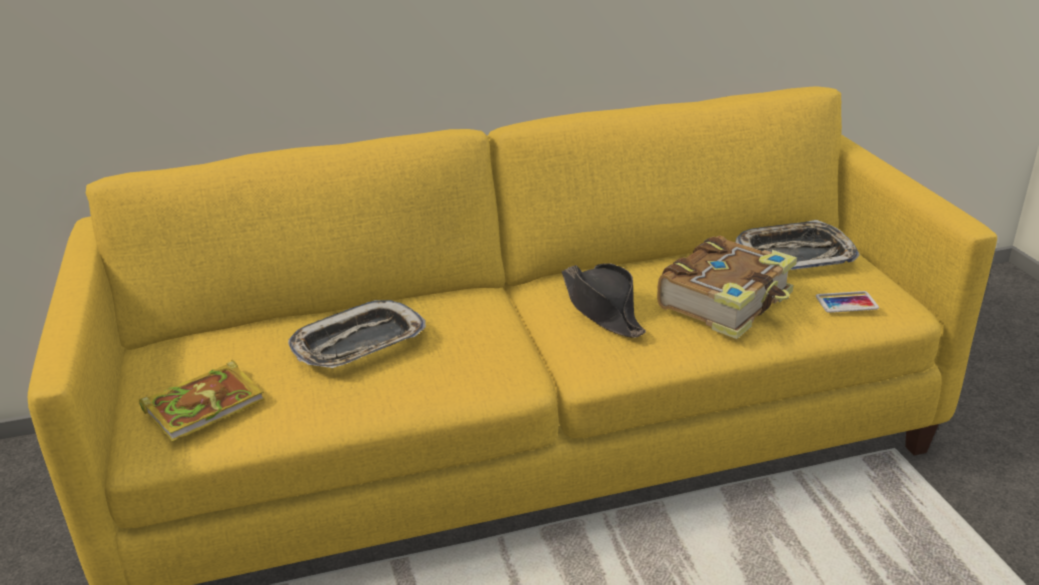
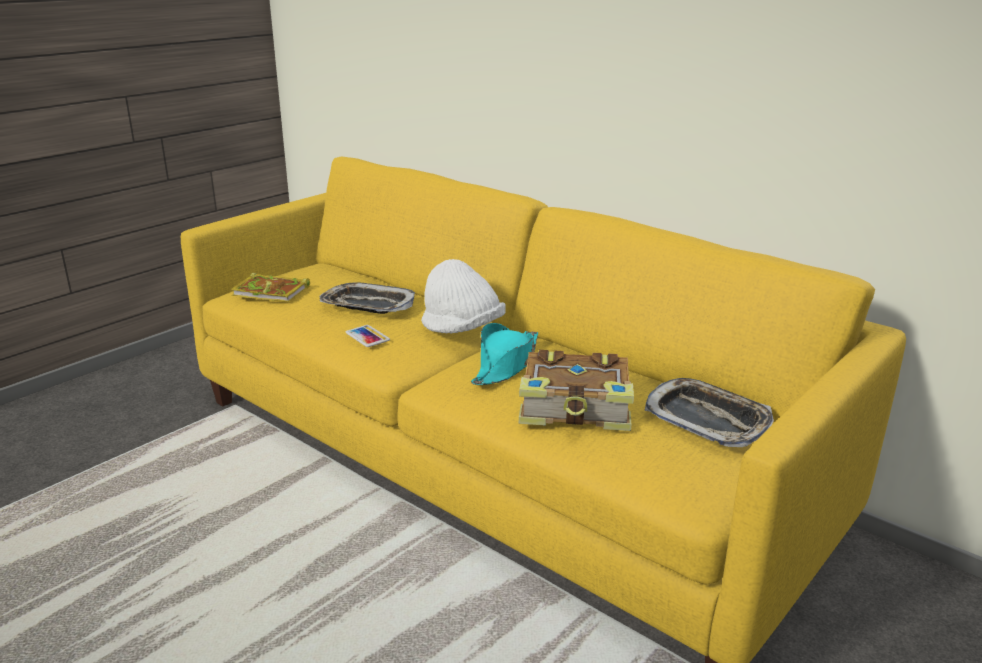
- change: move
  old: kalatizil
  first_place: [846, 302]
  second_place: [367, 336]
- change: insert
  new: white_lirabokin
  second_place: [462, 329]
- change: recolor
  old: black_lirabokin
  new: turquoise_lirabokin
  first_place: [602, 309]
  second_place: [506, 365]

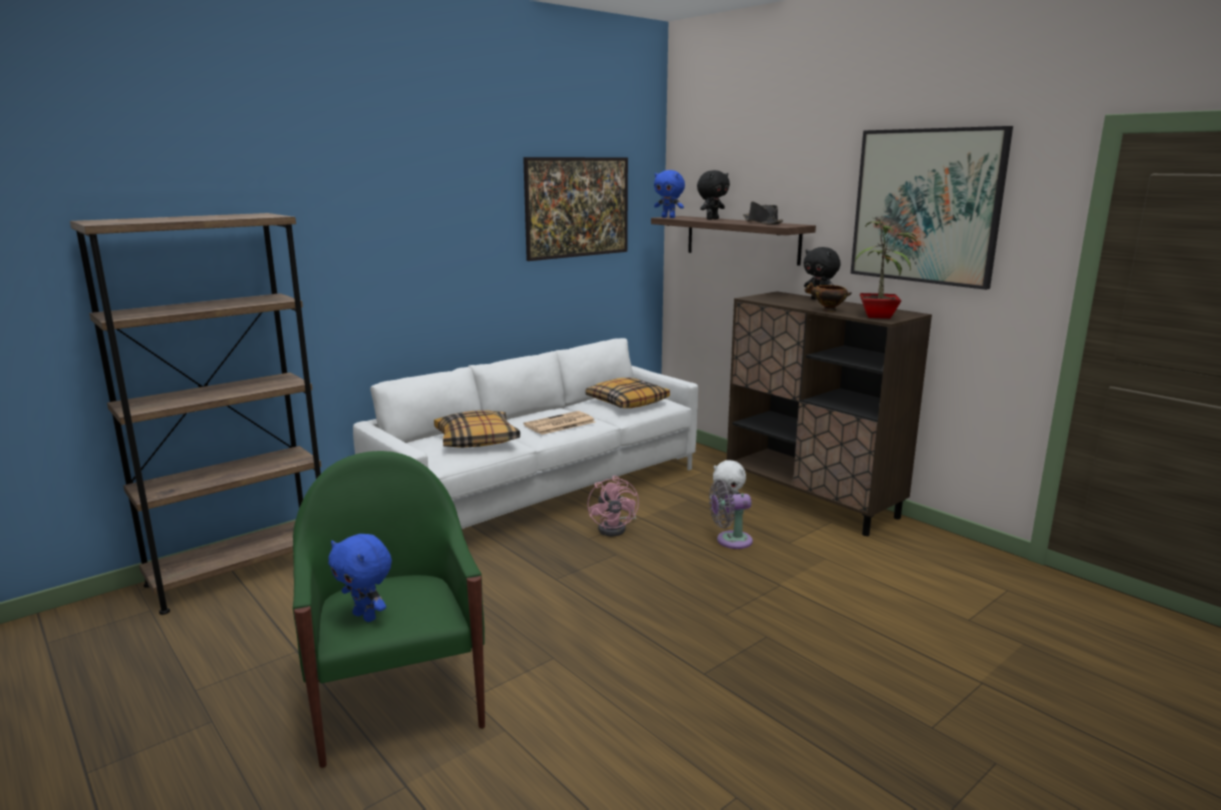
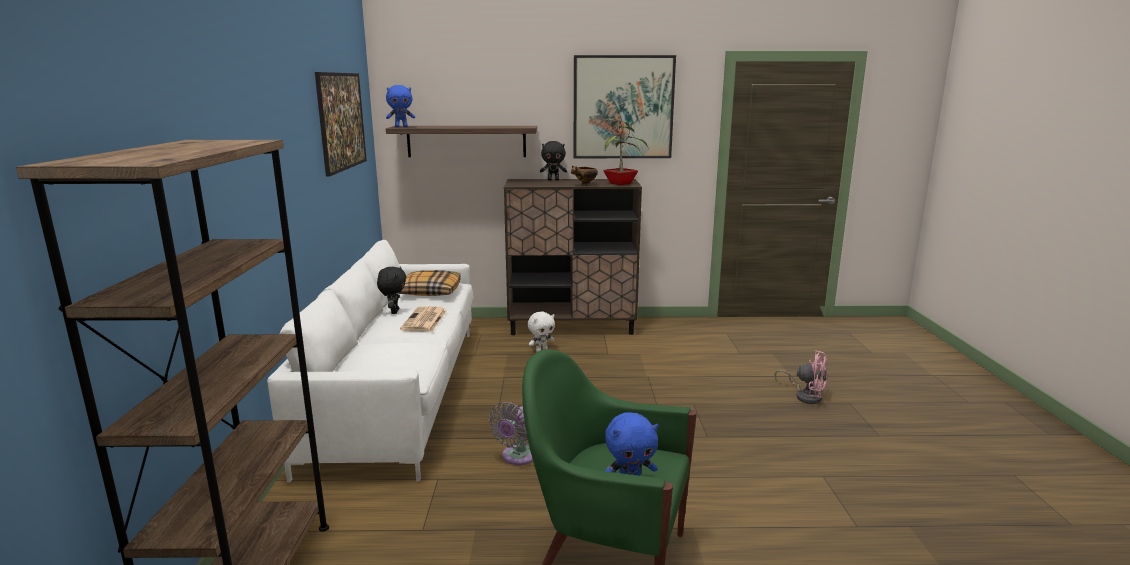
- change: move
  old: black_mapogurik
  first_place: [712, 219]
  second_place: [394, 312]
- change: move
  old: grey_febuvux
  first_place: [730, 541]
  second_place: [517, 457]
- change: move
  old: pink_febuvux
  first_place: [616, 528]
  second_place: [805, 396]
- change: delete
  old: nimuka
  first_place: [476, 440]
- change: delete
  old: black_lirabokin
  first_place: [762, 223]

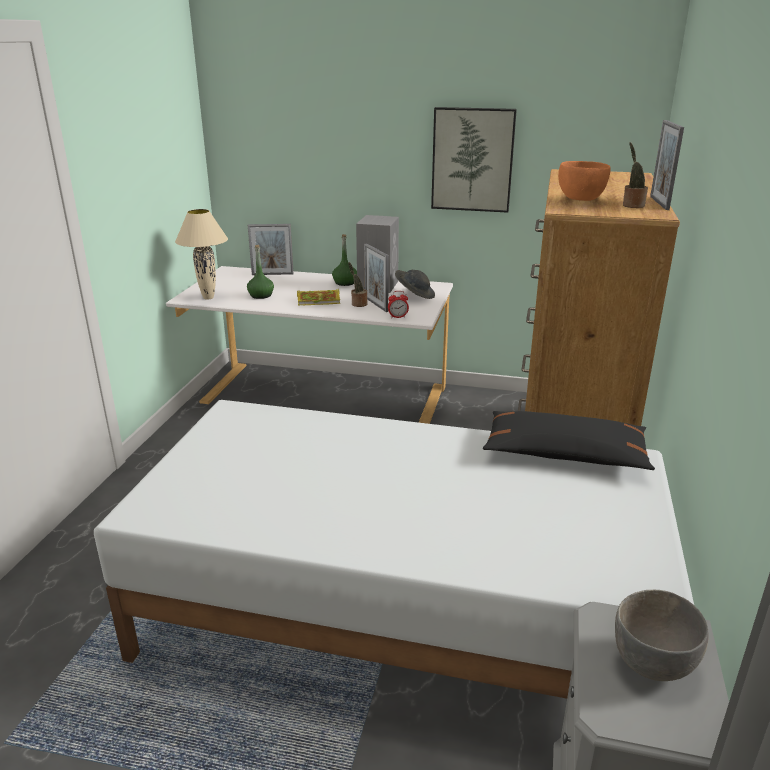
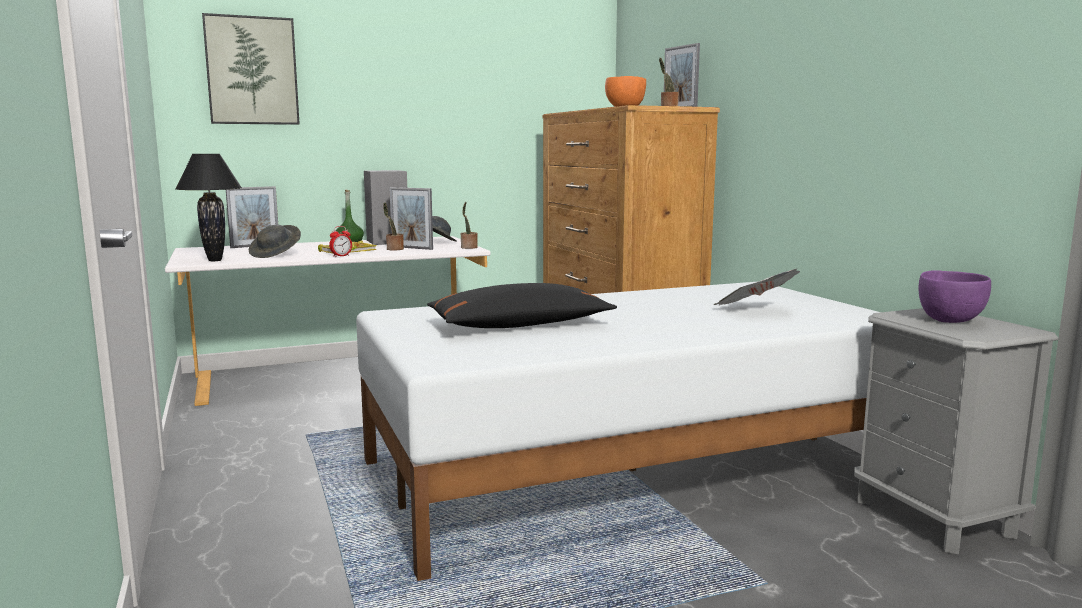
- change: recolor
  old: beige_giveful
  new: black_giveful
  first_place: [209, 298]
  second_place: [215, 260]
- change: move
  old: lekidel
  first_place: [472, 160]
  second_place: [252, 71]
- change: replace
  old: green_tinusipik
  new: grey_lirabokin
  first_place: [261, 295]
  second_place: [276, 254]
- change: move
  old: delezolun
  first_place: [398, 317]
  second_place: [341, 256]
- change: move
  old: black_nimuka
  first_place: [564, 454]
  second_place: [519, 325]
- change: insert
  new: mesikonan
  second_place: [468, 247]
- change: insert
  new: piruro
  second_place: [754, 310]
- change: recolor
  old: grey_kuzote
  new: purple_kuzote
  first_place: [653, 663]
  second_place: [950, 320]

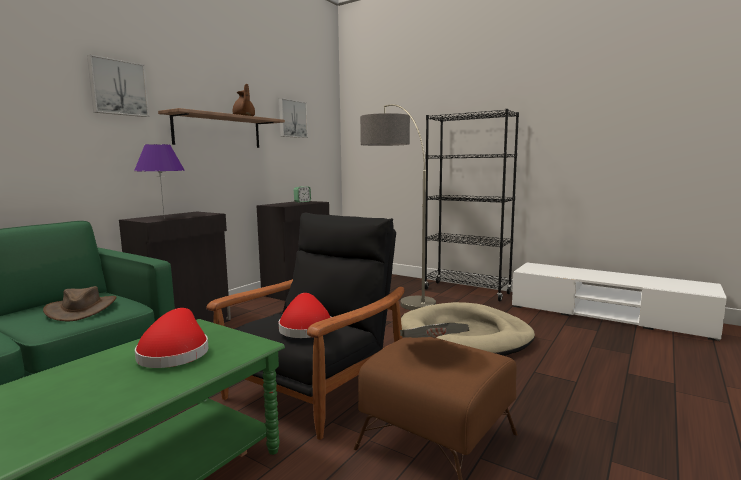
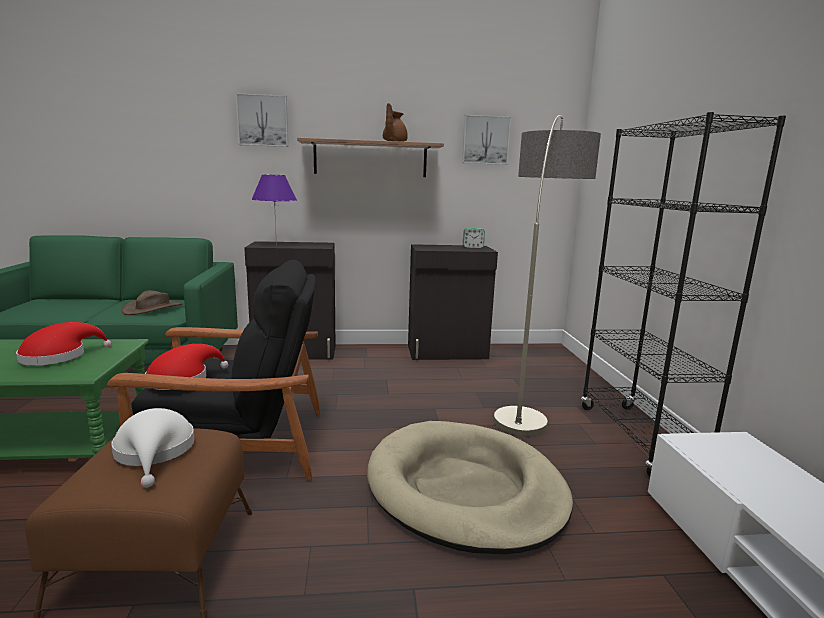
- change: replace
  old: piruro
  new: white_lirabokin
  first_place: [433, 350]
  second_place: [155, 452]

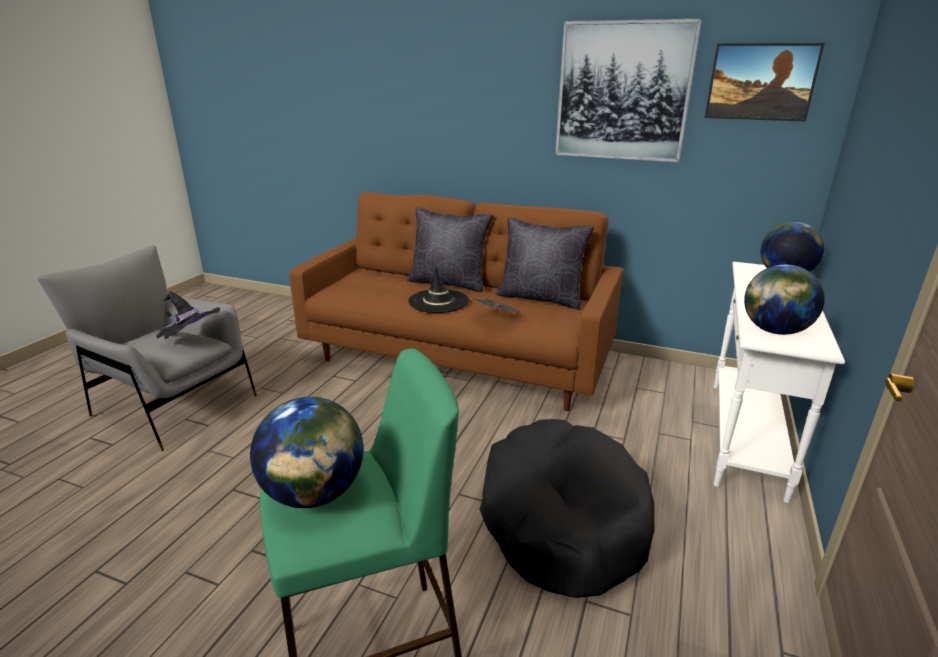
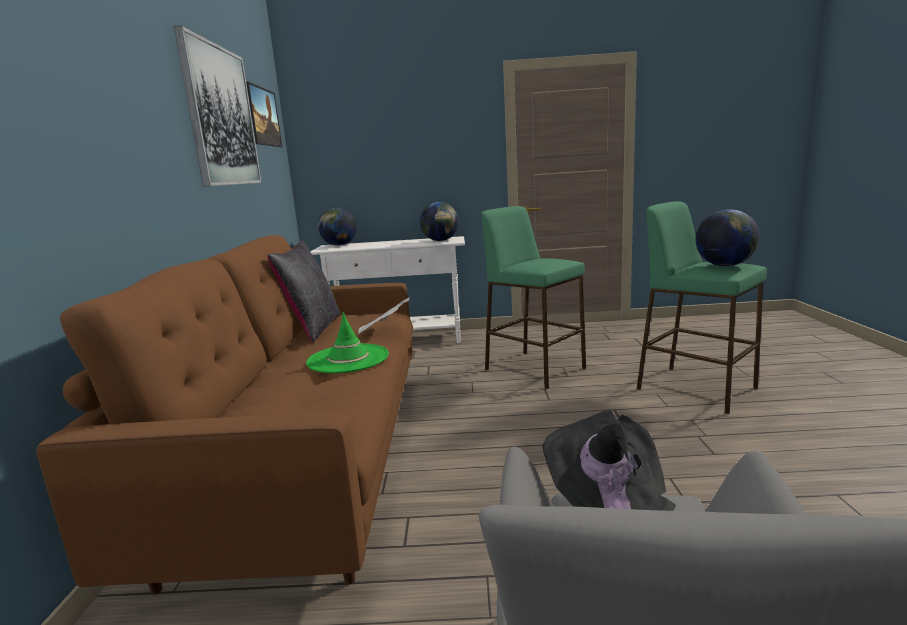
- change: recolor
  old: black_lirabokin
  new: green_lirabokin
  first_place: [438, 301]
  second_place: [348, 359]
- change: replace
  old: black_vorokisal
  new: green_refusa
  first_place: [561, 519]
  second_place: [534, 369]
- change: delete
  old: black_nimuka
  first_place: [449, 283]

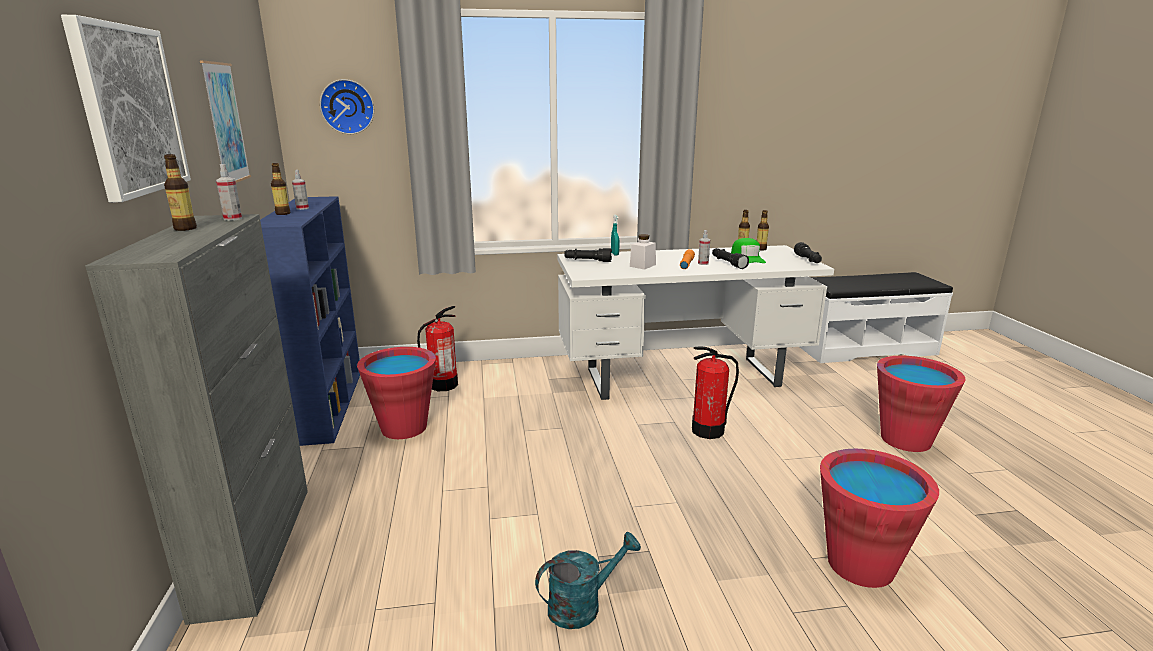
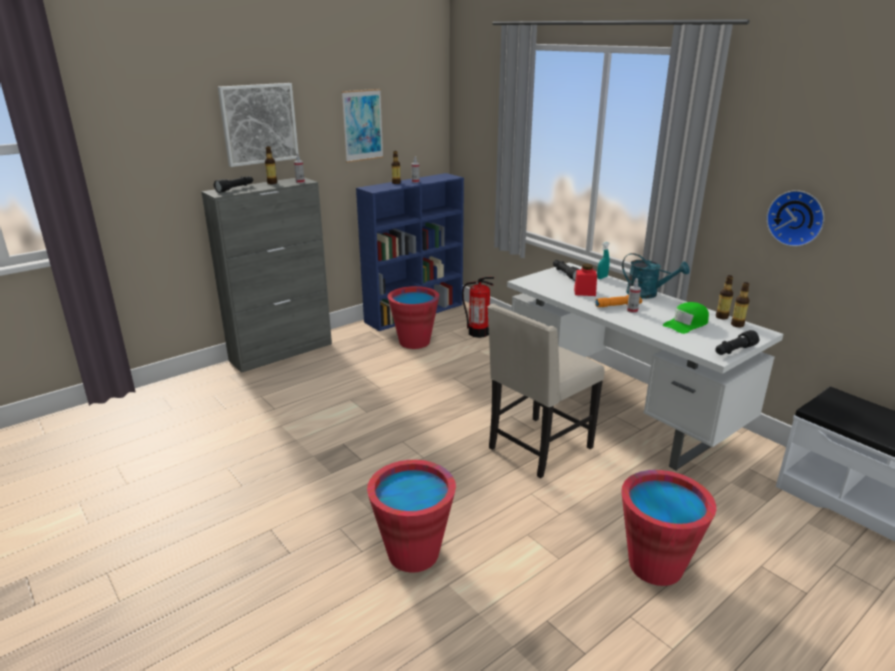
- change: move
  old: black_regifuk
  first_place: [728, 263]
  second_place: [235, 188]
- change: replace
  old: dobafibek
  new: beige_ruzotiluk
  first_place: [708, 431]
  second_place: [538, 448]
- change: recolor
  old: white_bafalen
  new: red_bafalen
  first_place: [642, 265]
  second_place: [584, 292]
- change: move
  old: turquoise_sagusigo
  first_place: [582, 605]
  second_place: [647, 294]
- change: move
  old: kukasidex
  first_place: [348, 107]
  second_place: [796, 218]

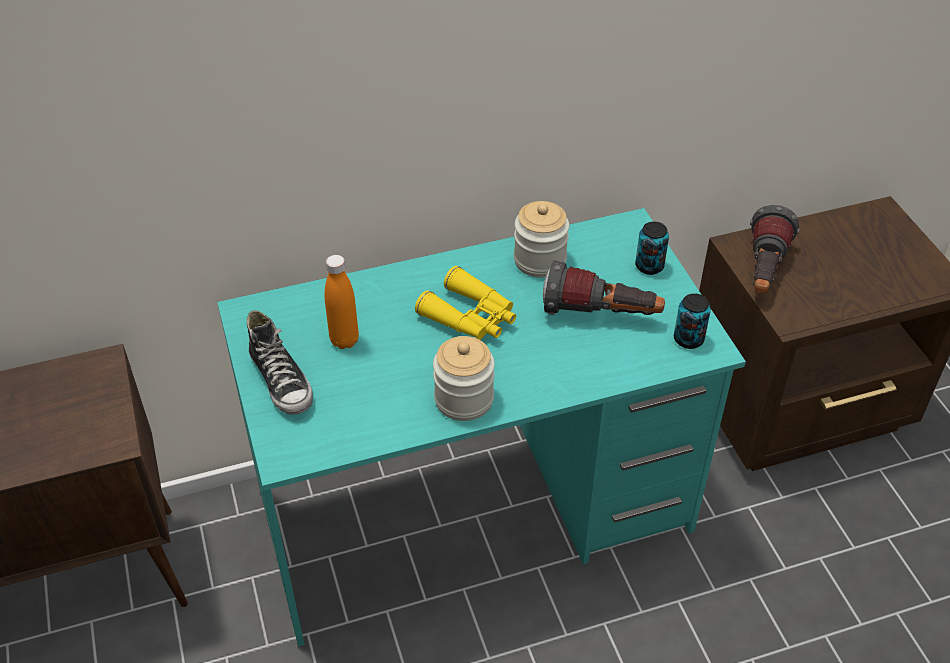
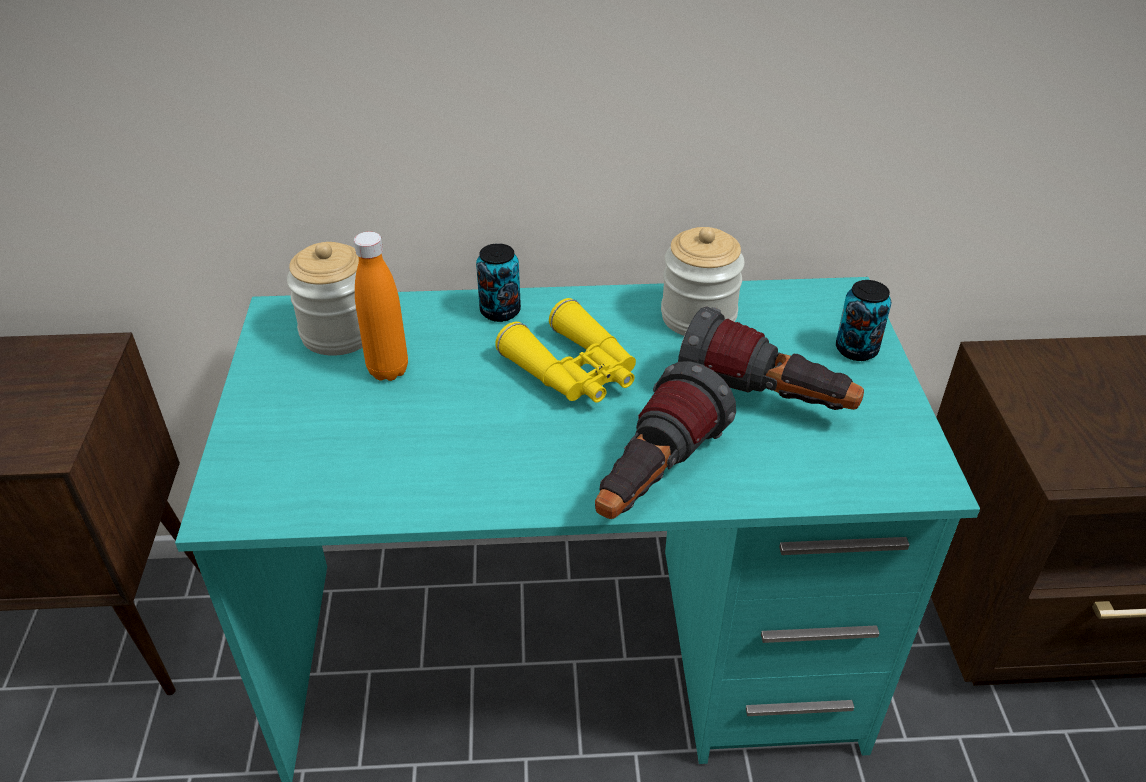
- change: move
  old: bafalen
  first_place: [464, 399]
  second_place: [339, 333]
- change: move
  old: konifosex
  first_place: [688, 339]
  second_place: [500, 311]
- change: move
  old: regifuk
  first_place: [764, 272]
  second_place: [653, 479]
- change: delete
  old: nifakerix
  first_place: [282, 381]

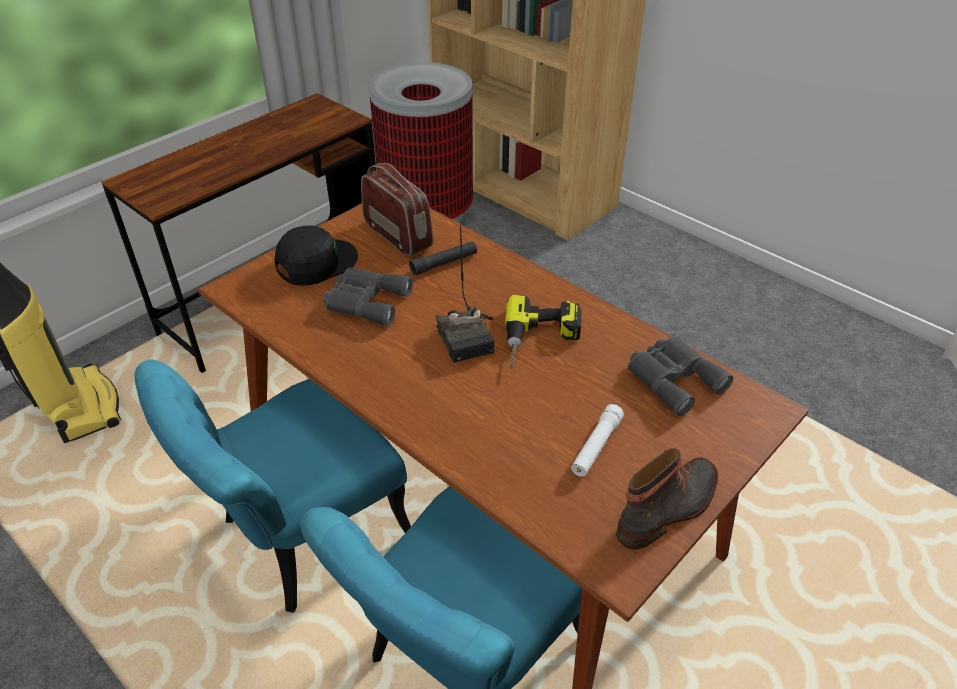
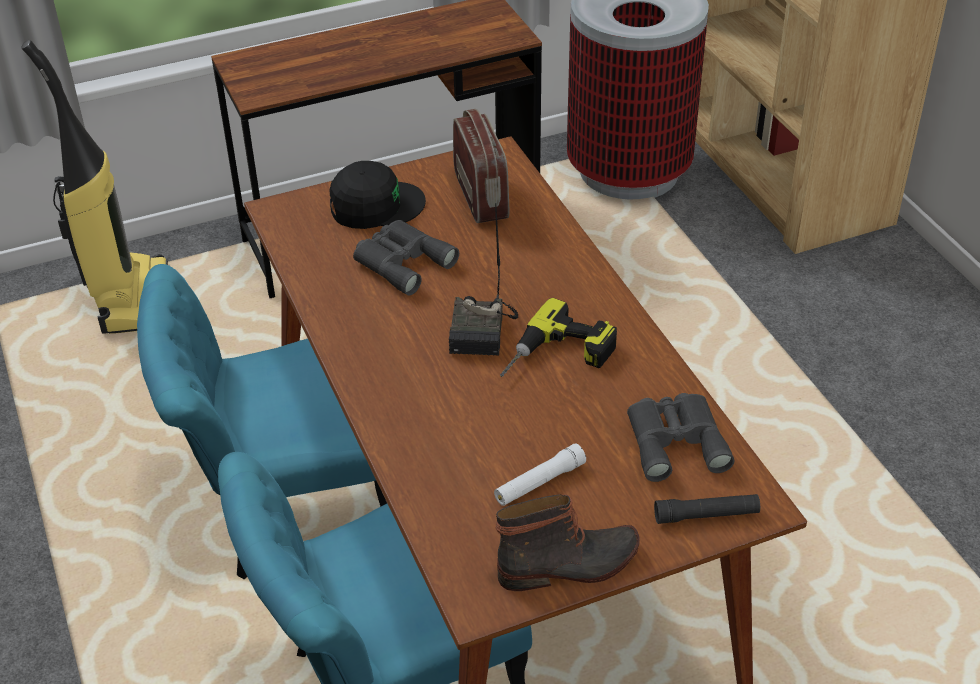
- change: move
  old: black_regifuk
  first_place: [444, 263]
  second_place: [706, 515]

